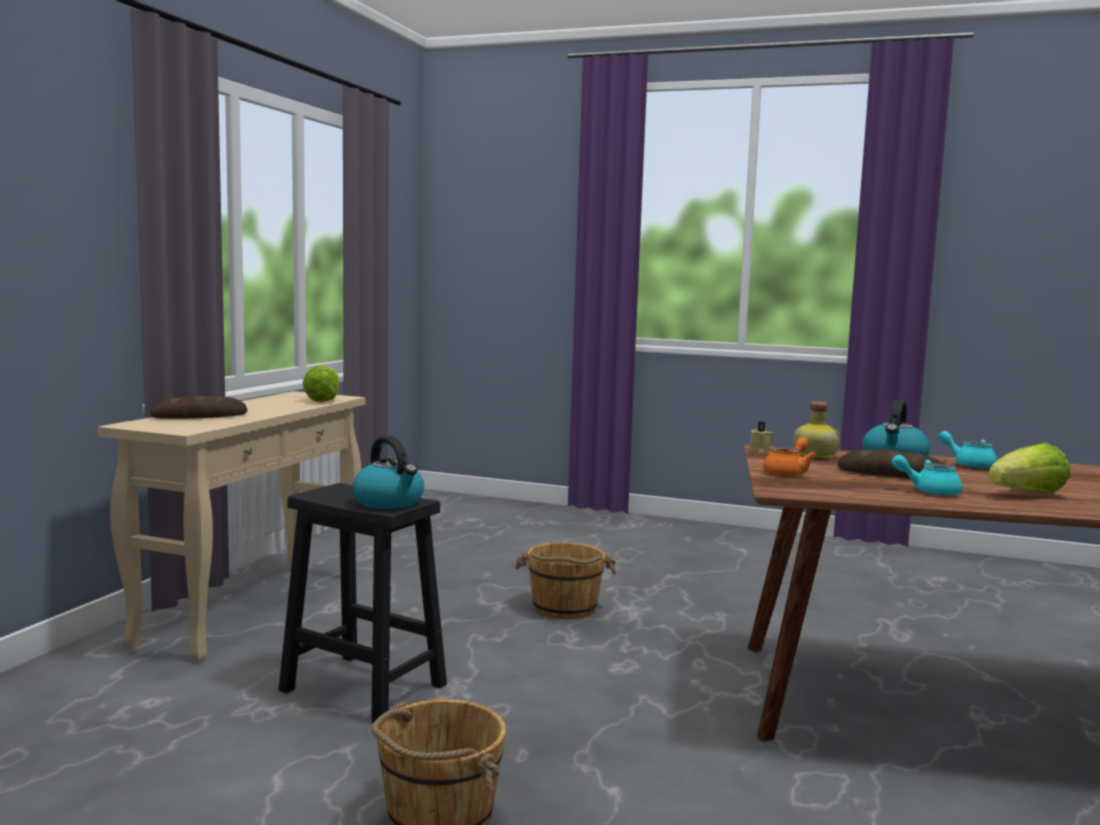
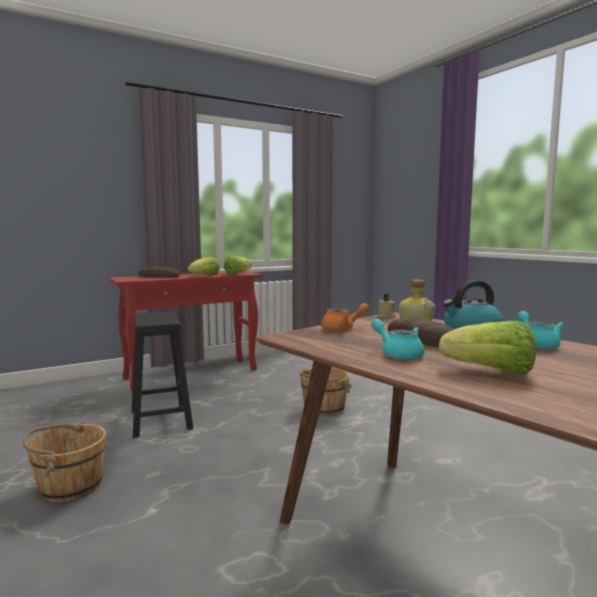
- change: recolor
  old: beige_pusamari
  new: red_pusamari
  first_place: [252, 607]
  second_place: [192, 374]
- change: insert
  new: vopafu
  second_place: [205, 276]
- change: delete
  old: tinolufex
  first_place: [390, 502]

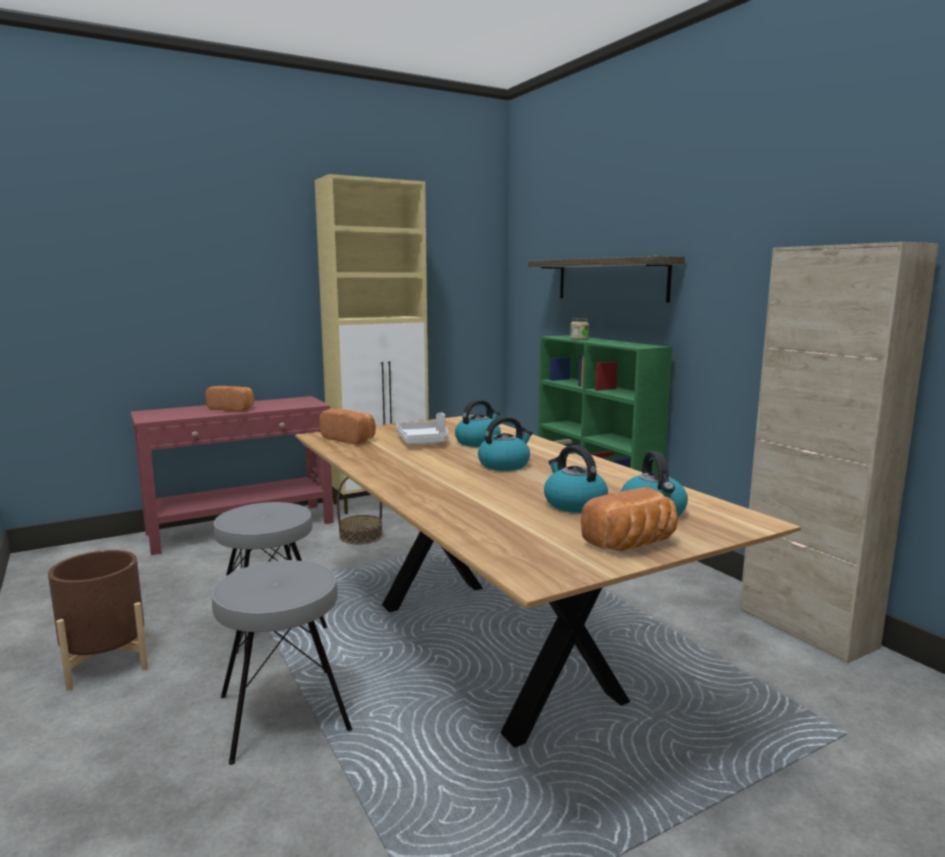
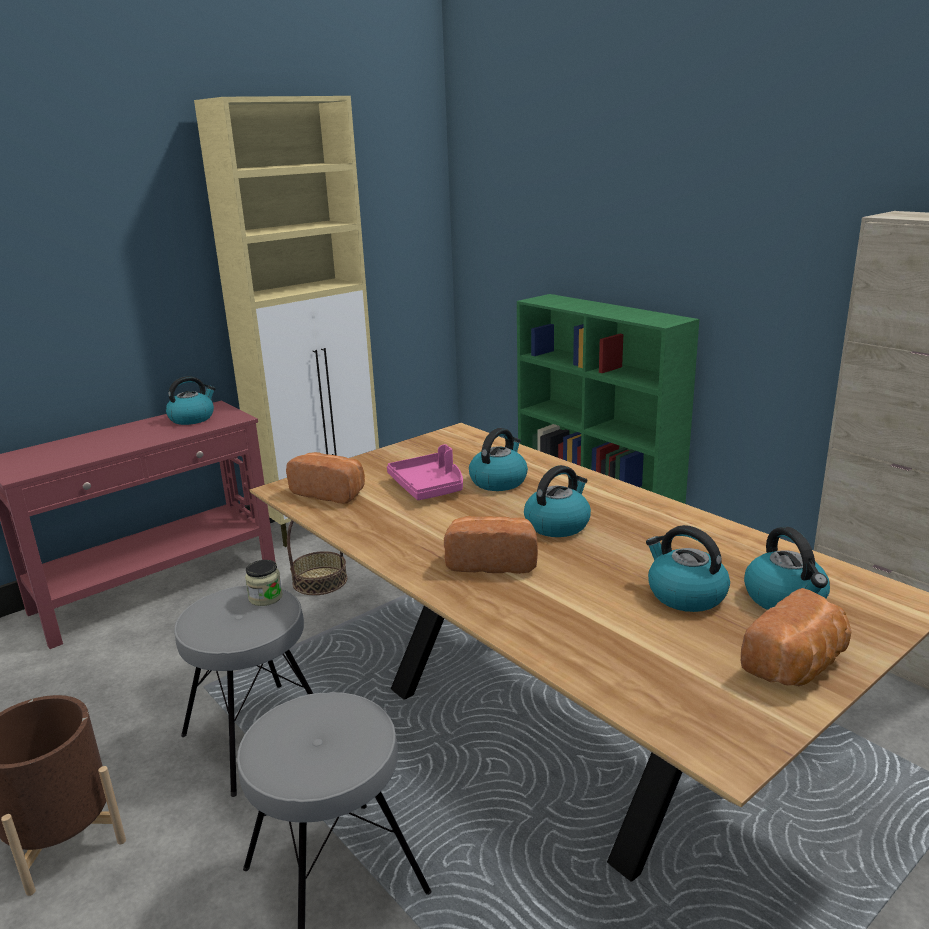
- change: insert
  new: tinolufex
  second_place: [192, 418]
- change: move
  old: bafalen
  first_place: [579, 338]
  second_place: [265, 597]
- change: recolor
  old: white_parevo
  new: pink_parevo
  first_place: [424, 441]
  second_place: [429, 487]
- change: move
  old: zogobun
  first_place: [233, 409]
  second_place: [492, 561]
- change: delete
  old: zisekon
  first_place: [610, 279]

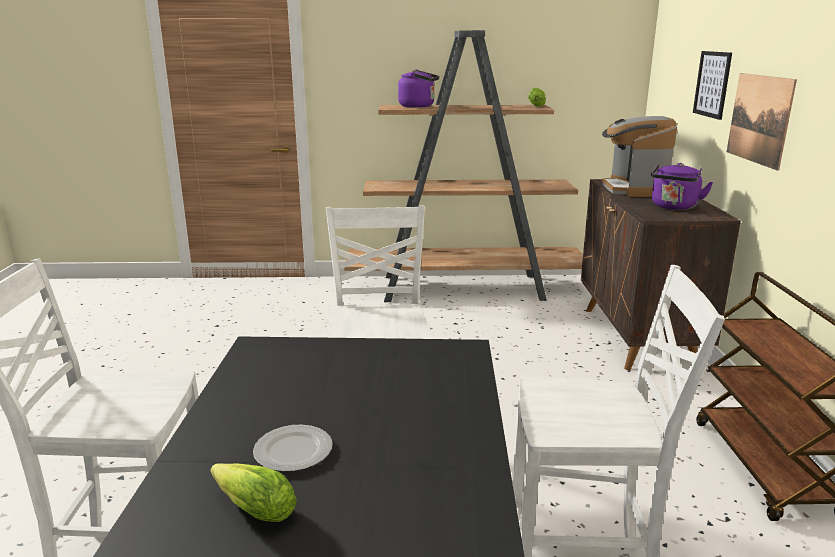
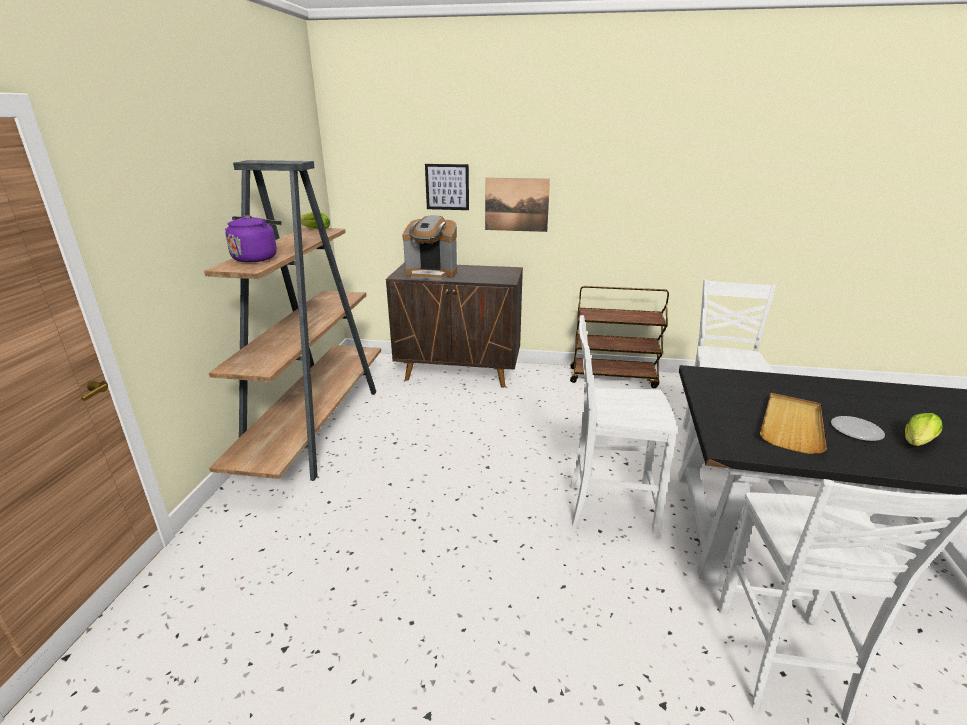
- change: insert
  new: beige_parevo
  second_place: [791, 425]
- change: delete
  old: purple_tinolufex
  first_place: [674, 207]

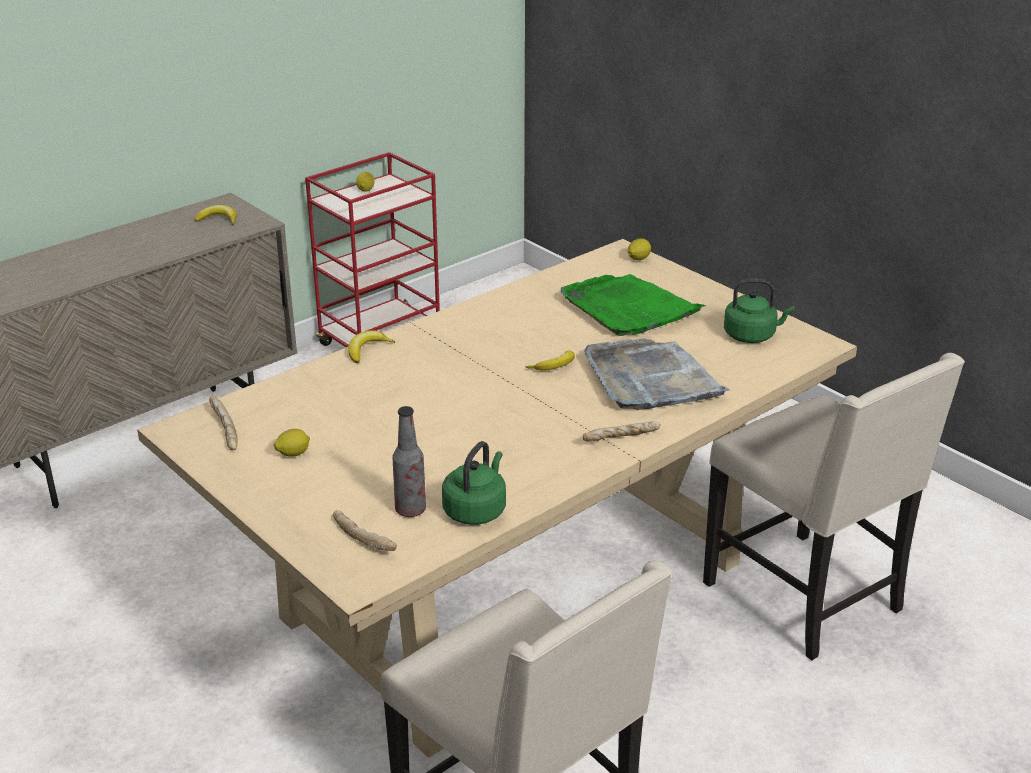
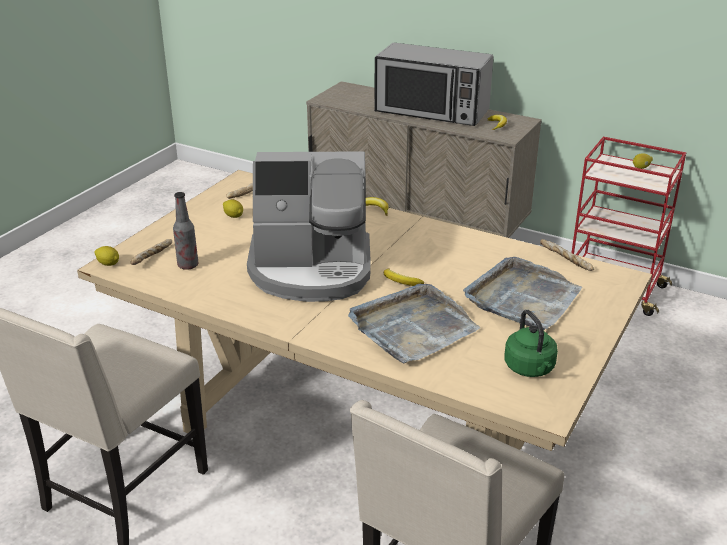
- change: move
  old: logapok
  first_place: [638, 259]
  second_place: [108, 264]
- change: insert
  new: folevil
  second_place: [311, 270]
- change: insert
  new: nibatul
  second_place: [431, 111]
- change: recolor
  old: green_parevo
  new: grey_parevo
  first_place: [628, 308]
  second_place: [523, 298]
- change: move
  old: zogobun
  first_place: [621, 439]
  second_place: [565, 261]
- change: delete
  old: green_tinolufex
  first_place: [476, 510]

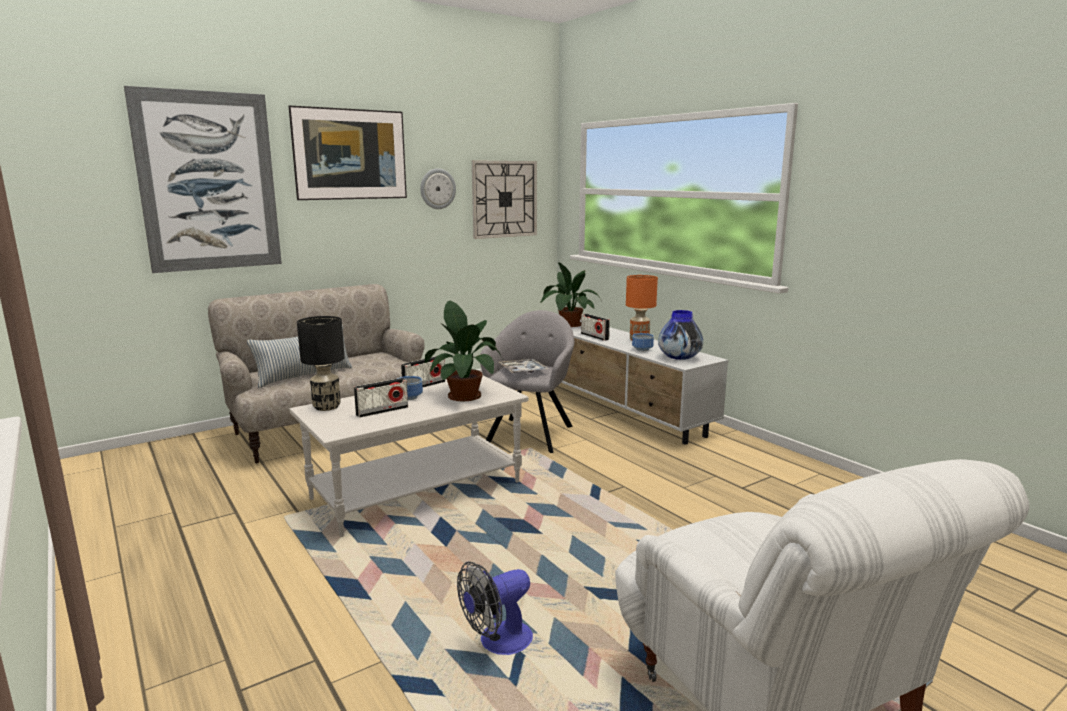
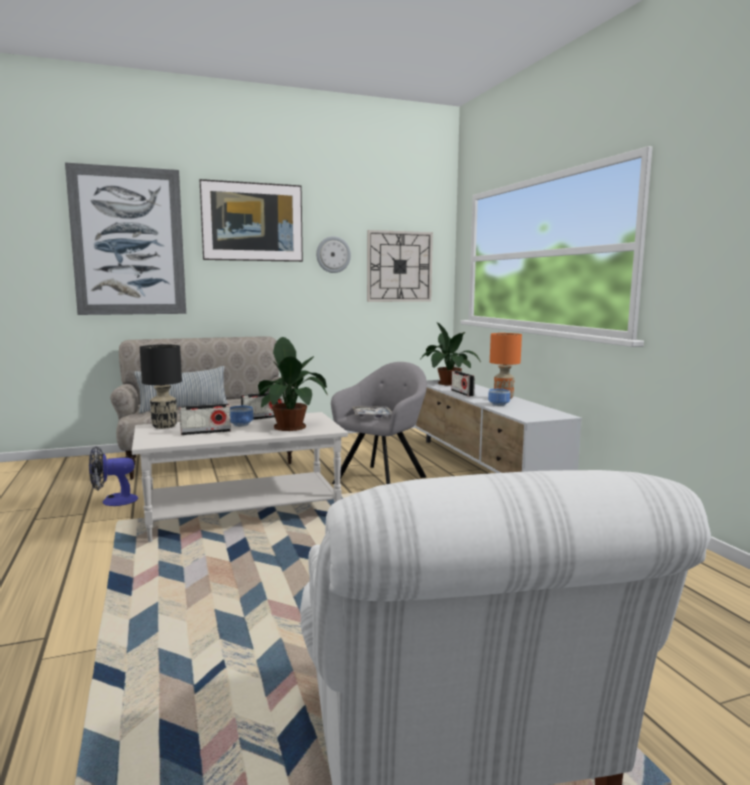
- change: move
  old: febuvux
  first_place: [497, 643]
  second_place: [113, 501]
- change: delete
  old: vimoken
  first_place: [679, 357]

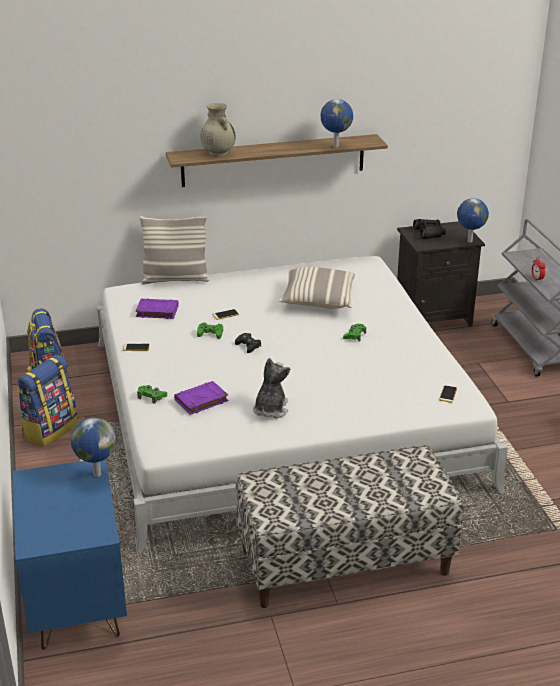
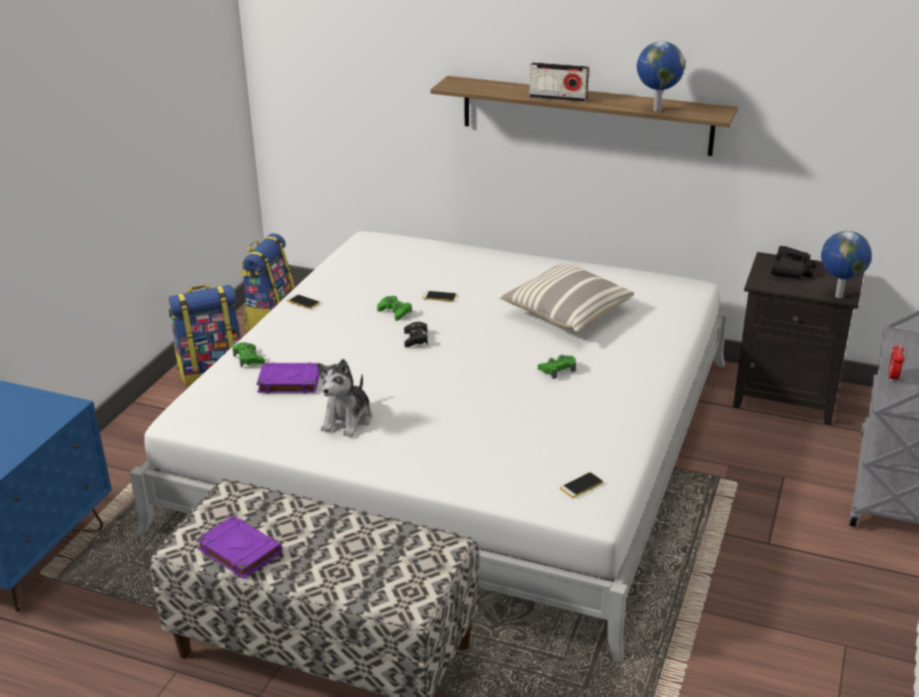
- change: move
  old: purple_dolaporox
  first_place: [156, 311]
  second_place: [238, 551]
- change: rotate
  old: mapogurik
  first_place: [270, 409]
  second_place: [348, 420]
  degrees: 150
- change: insert
  new: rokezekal
  second_place: [558, 98]
- change: delete
  old: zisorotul
  first_place: [96, 474]
- change: delete
  old: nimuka
  first_place: [175, 279]
- change: delete
  old: beige_vimoken
  first_place: [218, 153]

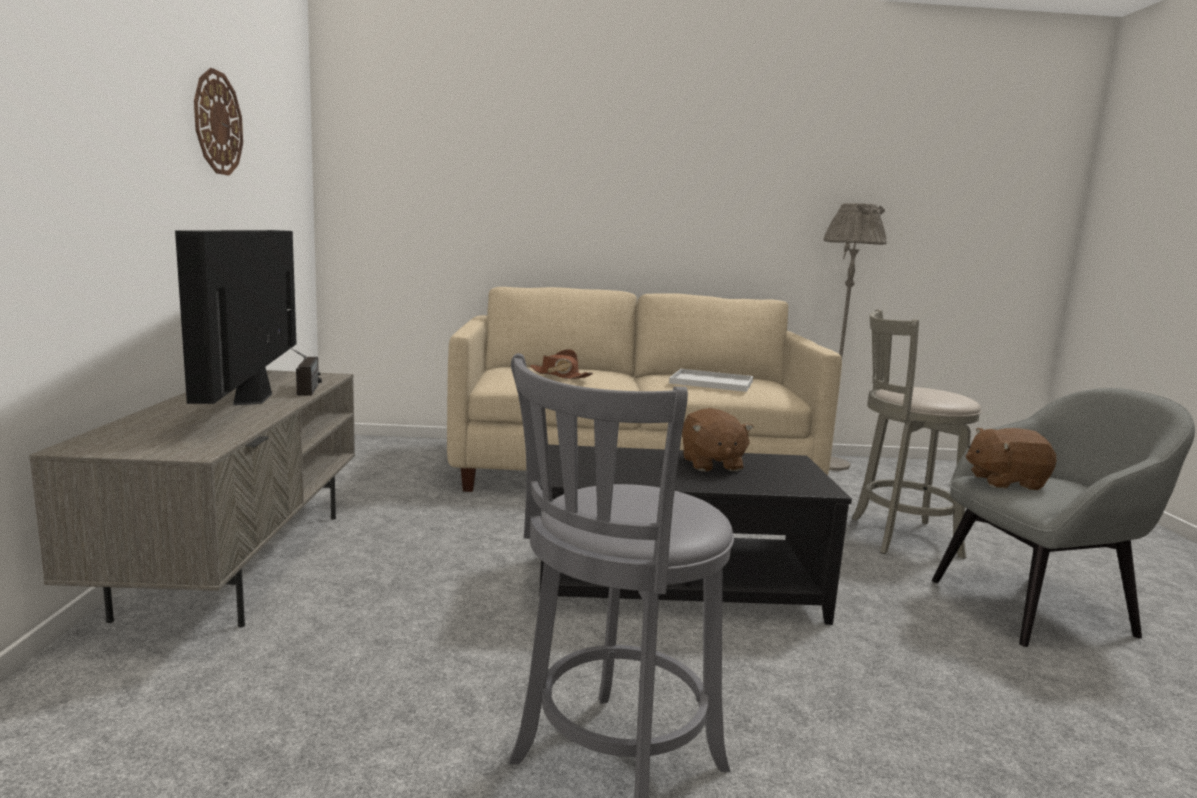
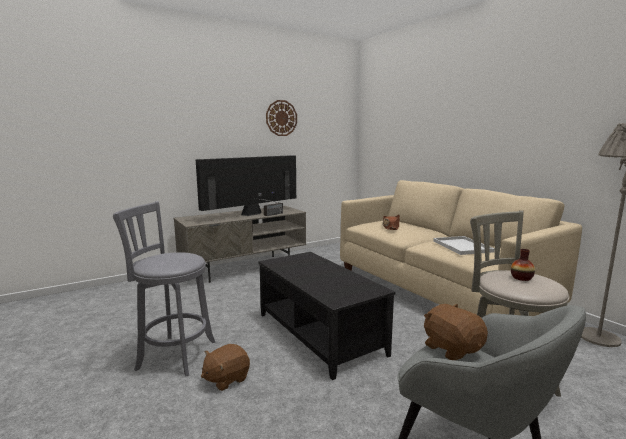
- change: move
  old: brown_mapogurik
  first_place: [711, 464]
  second_place: [226, 379]
- change: insert
  new: vimoken
  second_place: [521, 278]

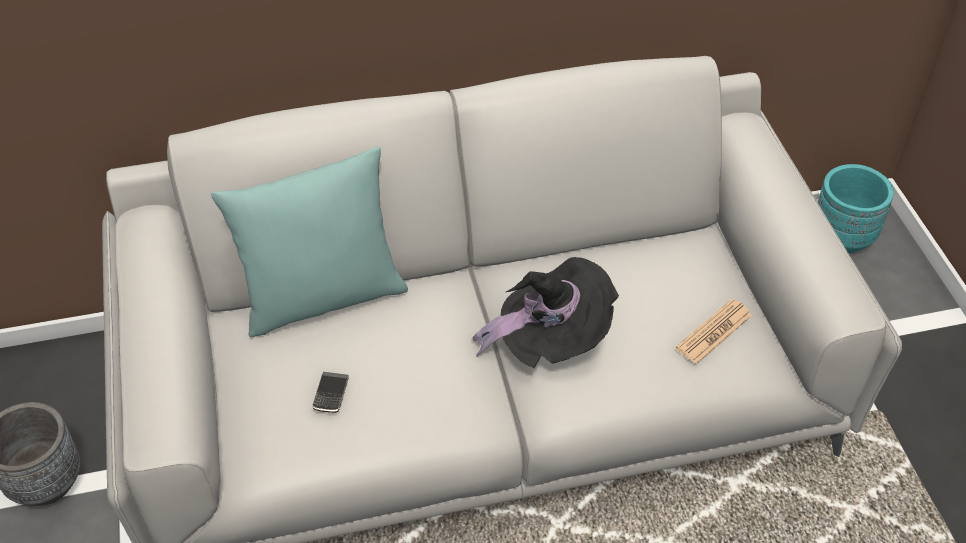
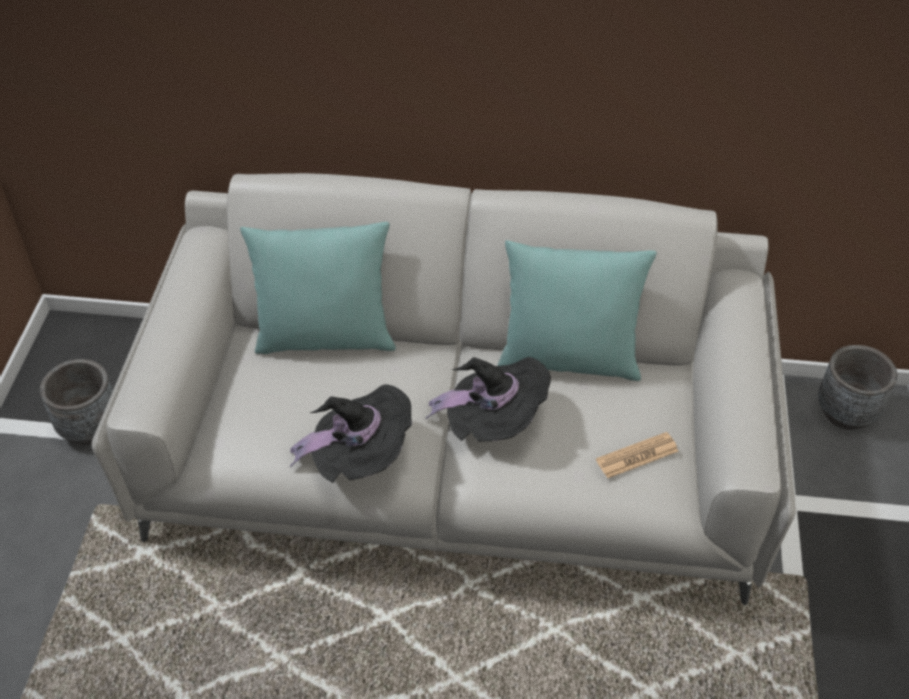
- change: insert
  new: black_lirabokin
  second_place: [360, 457]
- change: insert
  new: turquoise_nimuka
  second_place: [569, 359]
- change: recolor
  old: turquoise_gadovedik
  new: grey_gadovedik
  first_place: [842, 237]
  second_place: [845, 413]
- change: delete
  old: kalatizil
  first_place: [331, 394]

